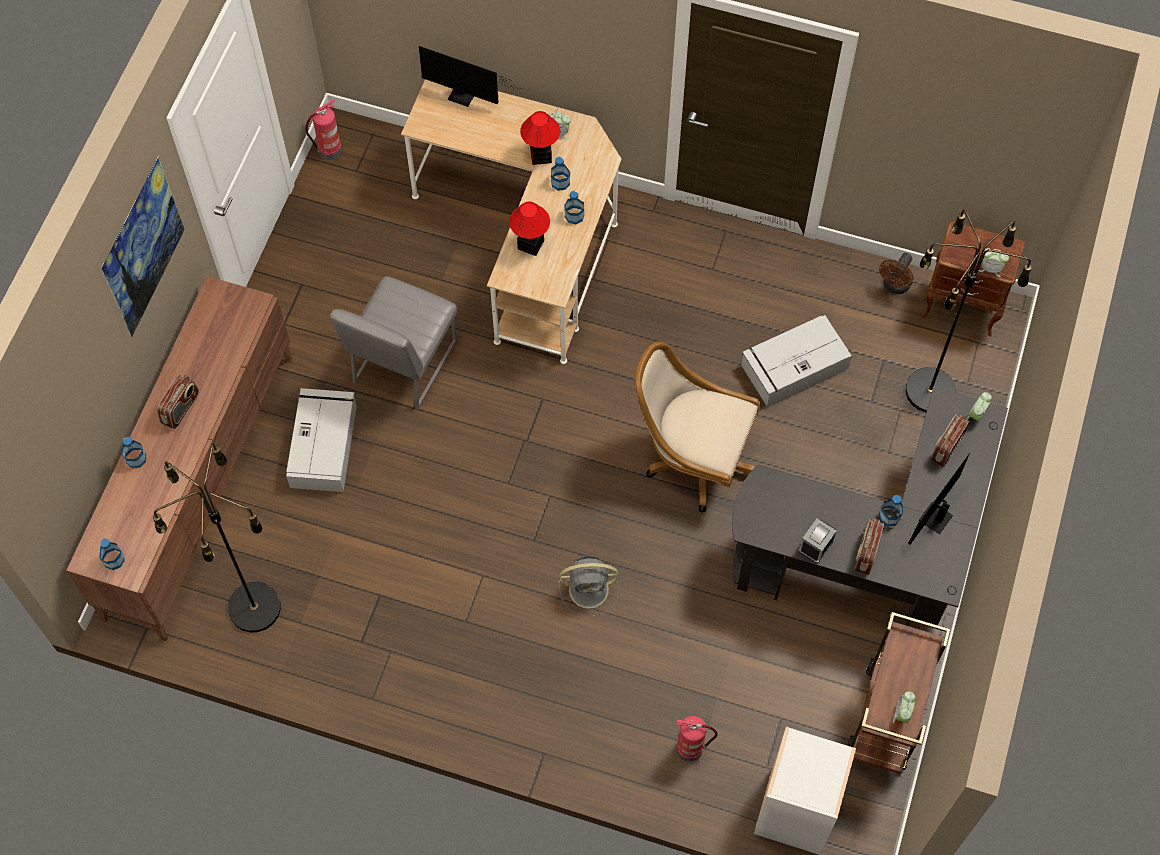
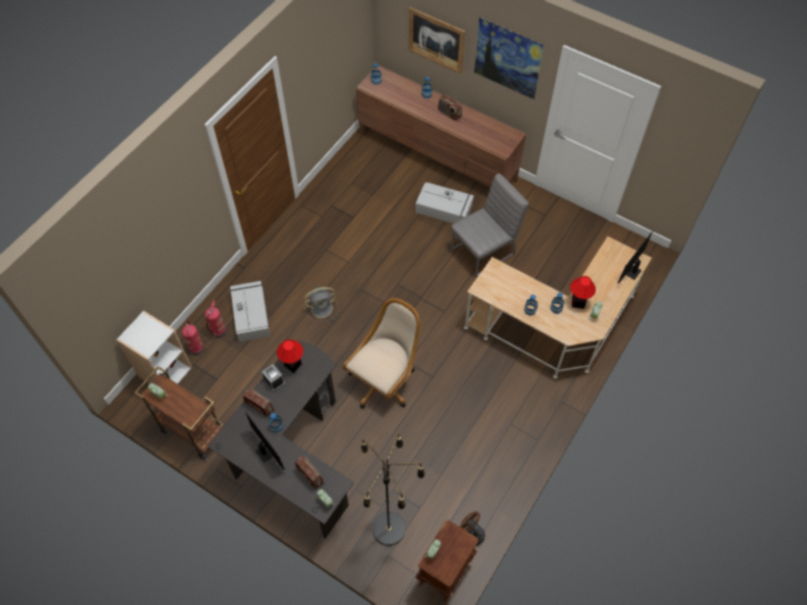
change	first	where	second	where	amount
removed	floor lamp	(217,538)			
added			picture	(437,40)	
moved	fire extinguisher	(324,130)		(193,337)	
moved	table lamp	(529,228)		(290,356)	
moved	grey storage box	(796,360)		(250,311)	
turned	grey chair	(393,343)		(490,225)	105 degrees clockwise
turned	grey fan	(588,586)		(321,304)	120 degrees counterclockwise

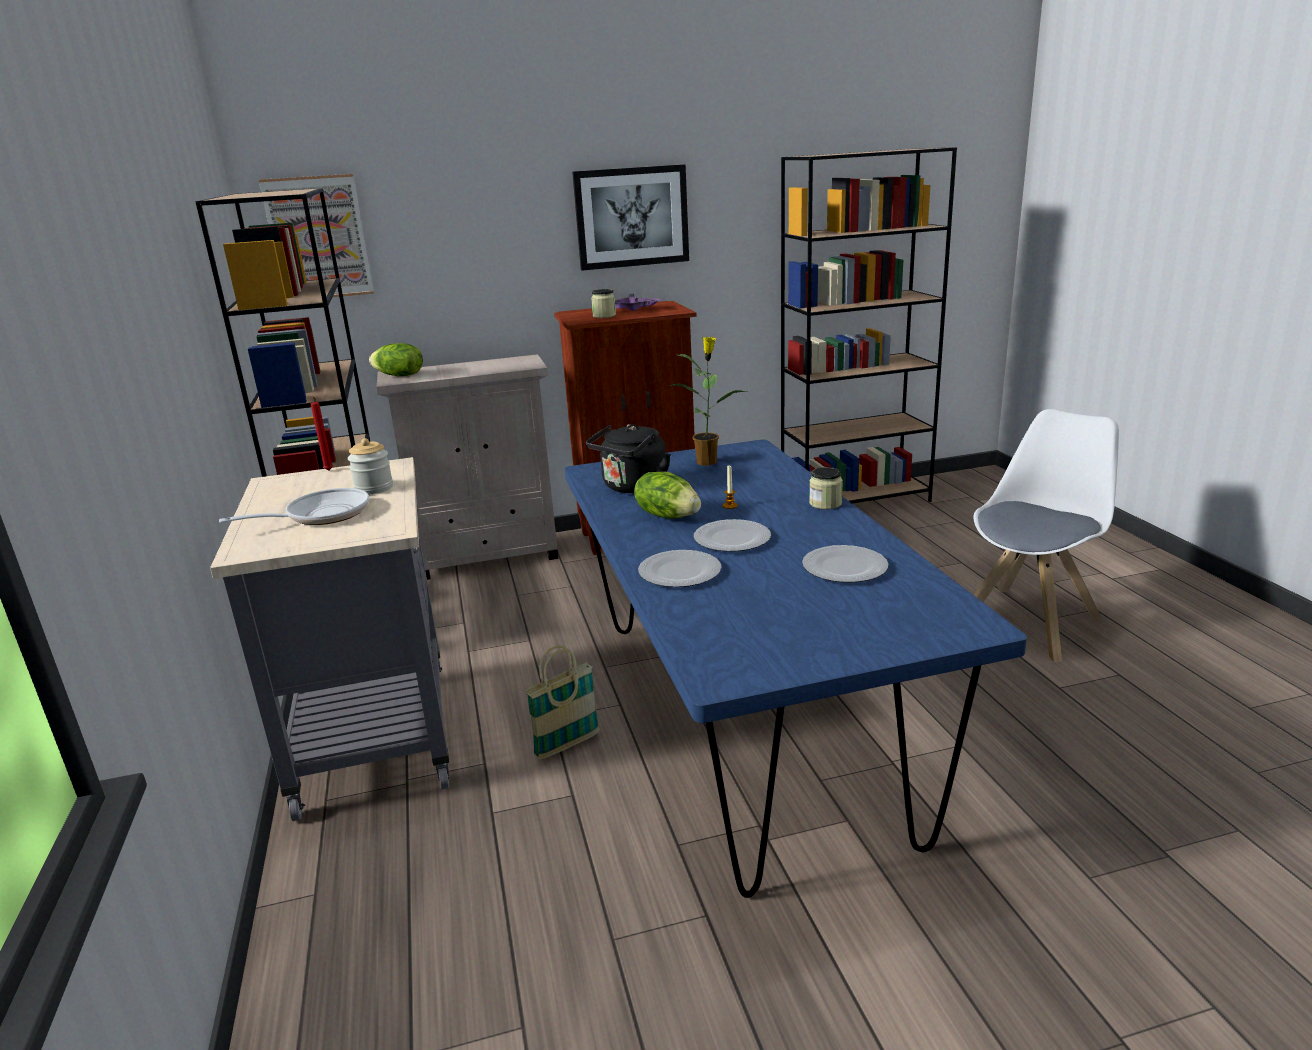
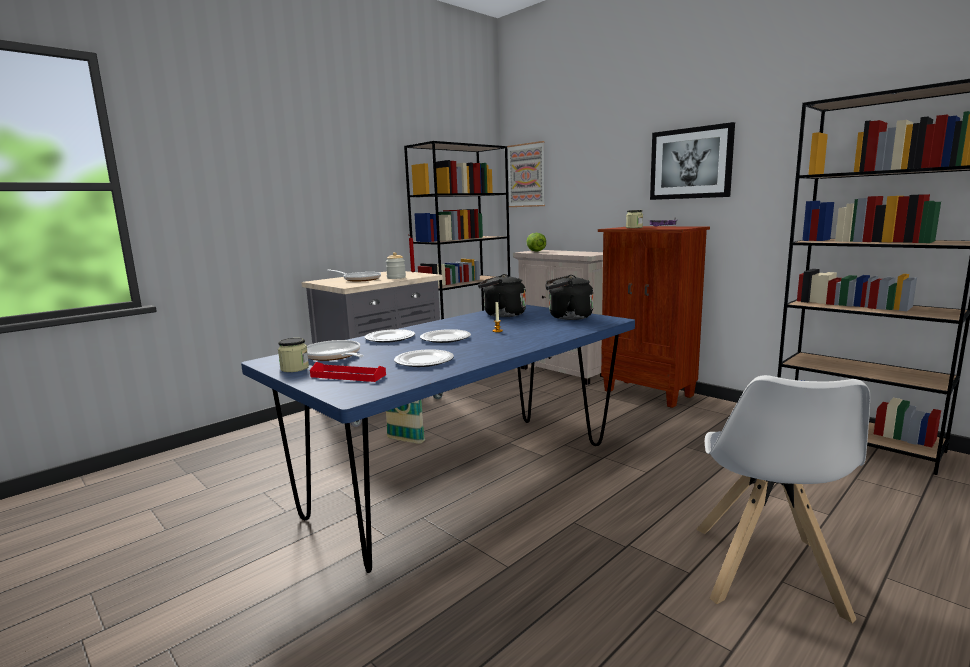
change	first	where	second	where	amount
removed	lettuce	(667,495)			
added			frying pan	(335,350)	
added			red tray	(348,372)	
moved	jar	(826,488)		(293,355)	
replaced	potted plant	(708,401)	black kettle	(569,297)	
turned	chair	(1046,535)		(783,499)	90 degrees clockwise

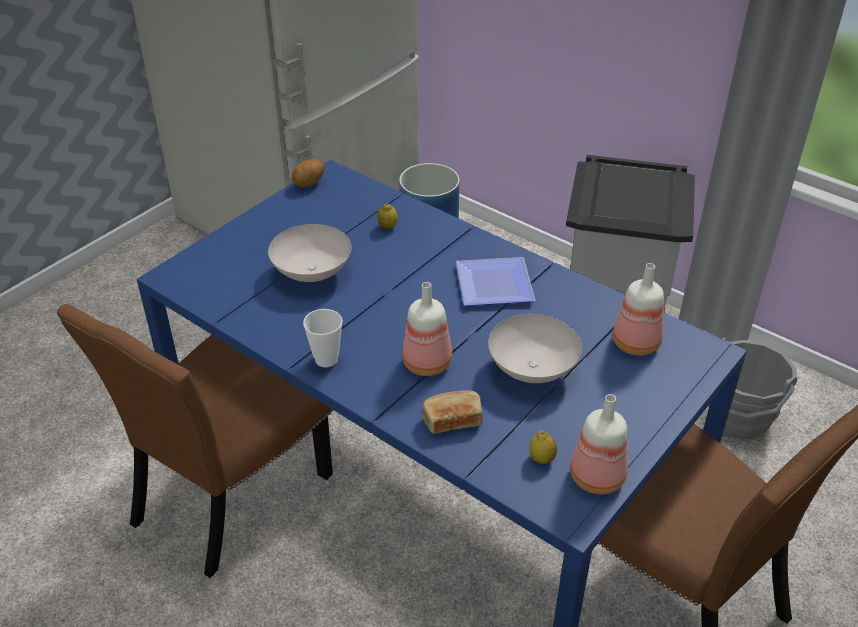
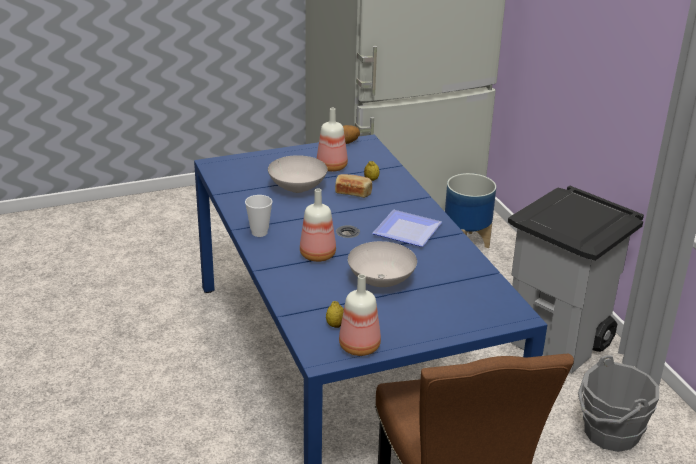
change	first	where	second	where	amount
removed	brown chair	(195,441)			
moved	bread	(453,412)		(353,186)	
moved	bottle	(638,309)		(332,140)	

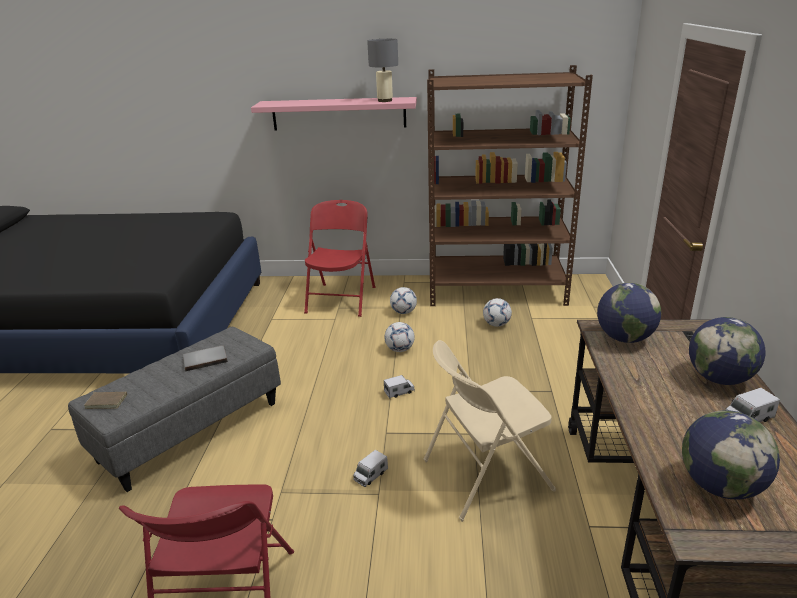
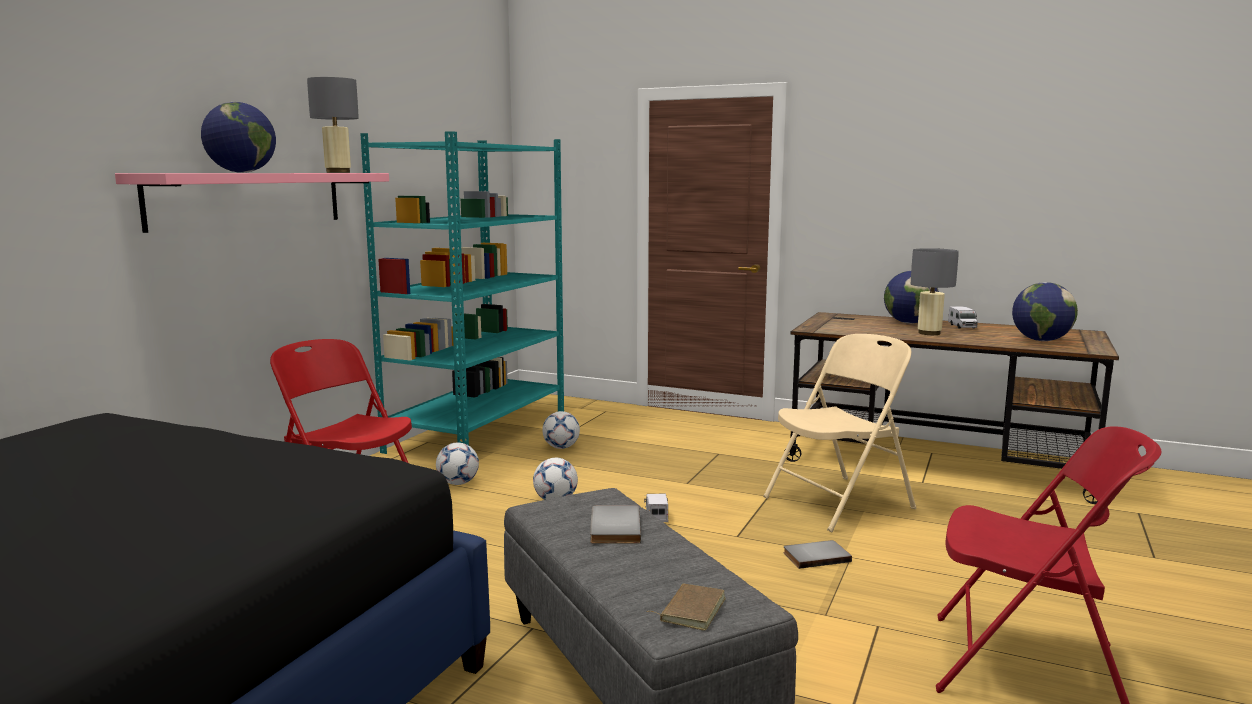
change	first	where	second	where	amount
added			grey table lamp	(935,291)	
moved	globe	(629,313)		(238,137)	
replaced	toy truck	(370,468)	grey book	(817,554)	
recoloured	brown bookcase	(510,185)	turquoise bookcase	(462,292)	
turned	beige chair	(490,431)		(839,433)	120 degrees counterclockwise

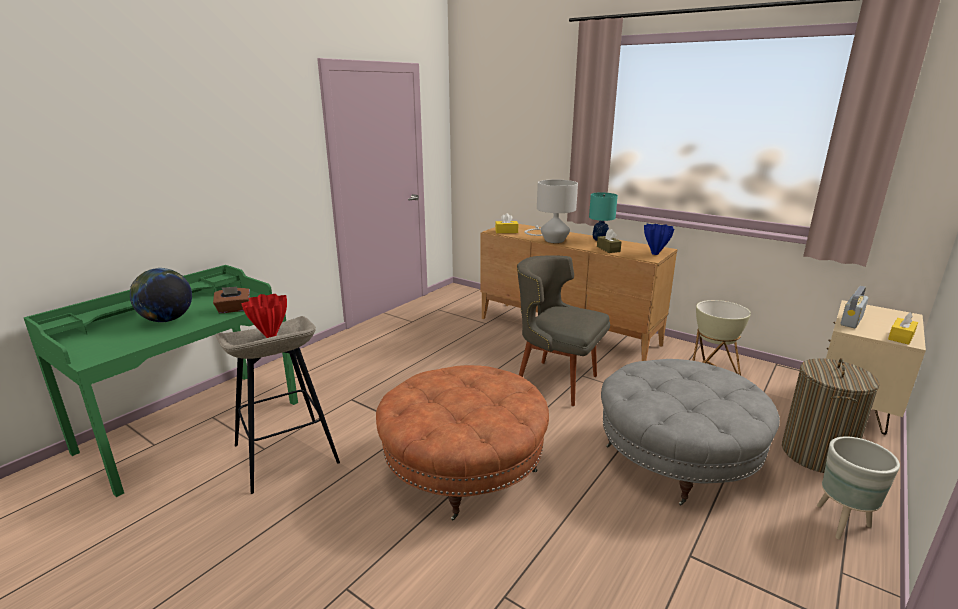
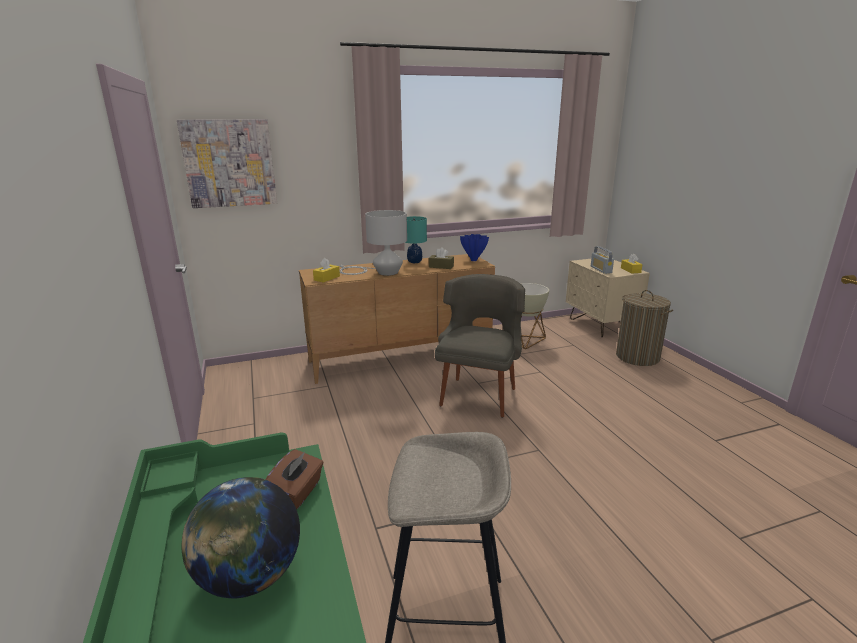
change	first	where	second	where	amount
removed	red vase	(264,316)			
removed	brown ottoman	(462,443)			
removed	grey ottoman	(690,432)			
removed	grey planter	(858,488)			
added			picture	(227,163)	
turned	grey chair	(563,330)		(480,346)	135 degrees clockwise

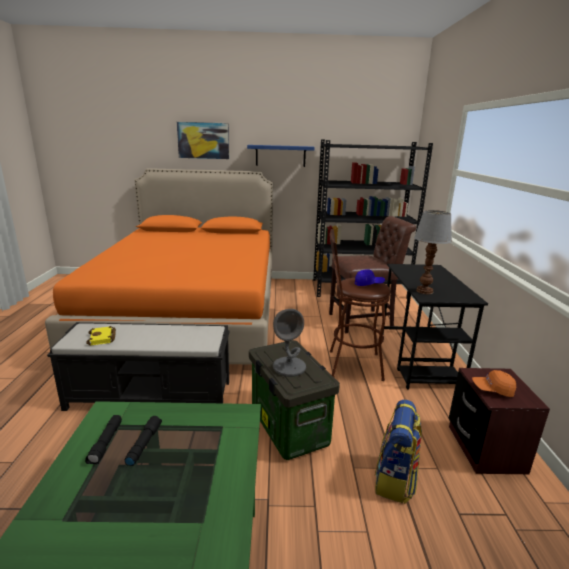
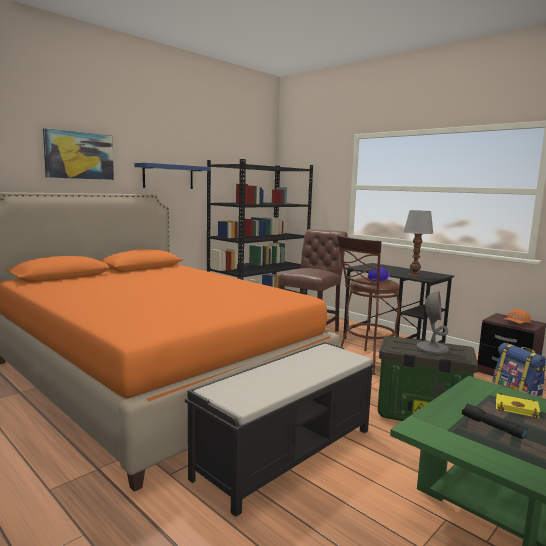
change	first	where	second	where	amount
removed	black flashlight	(103,439)			
moved	yellow book	(101,336)		(518,406)	

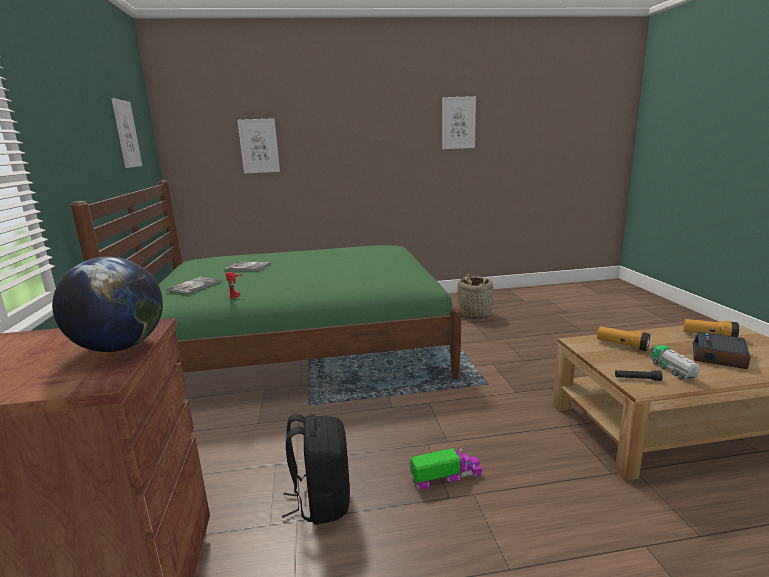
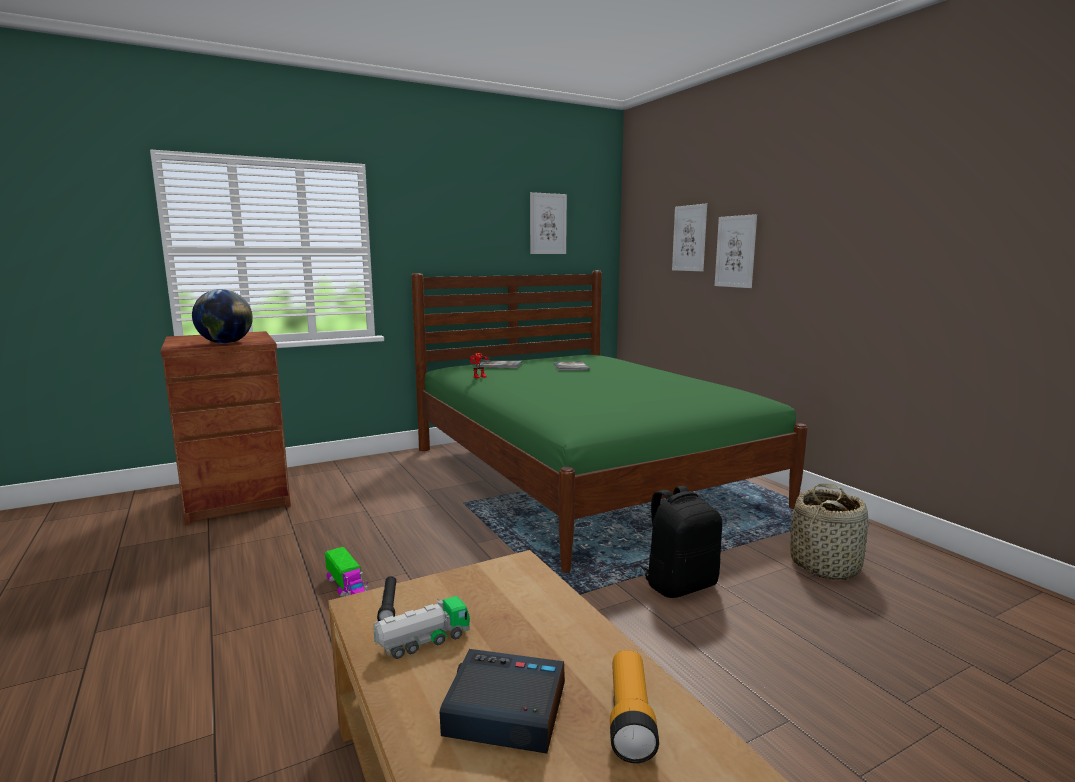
change	first	where	second	where	amount
removed	flashlight	(623,338)			
moved	black backpack	(316,469)		(682,542)	
moved	picture	(459,122)		(736,251)	

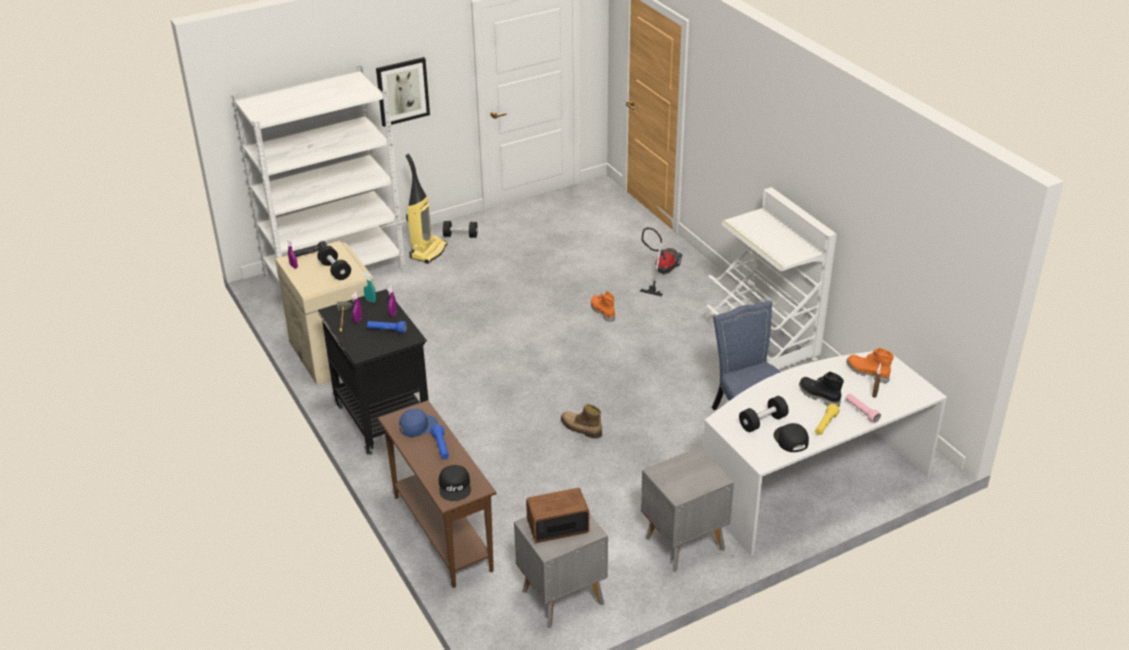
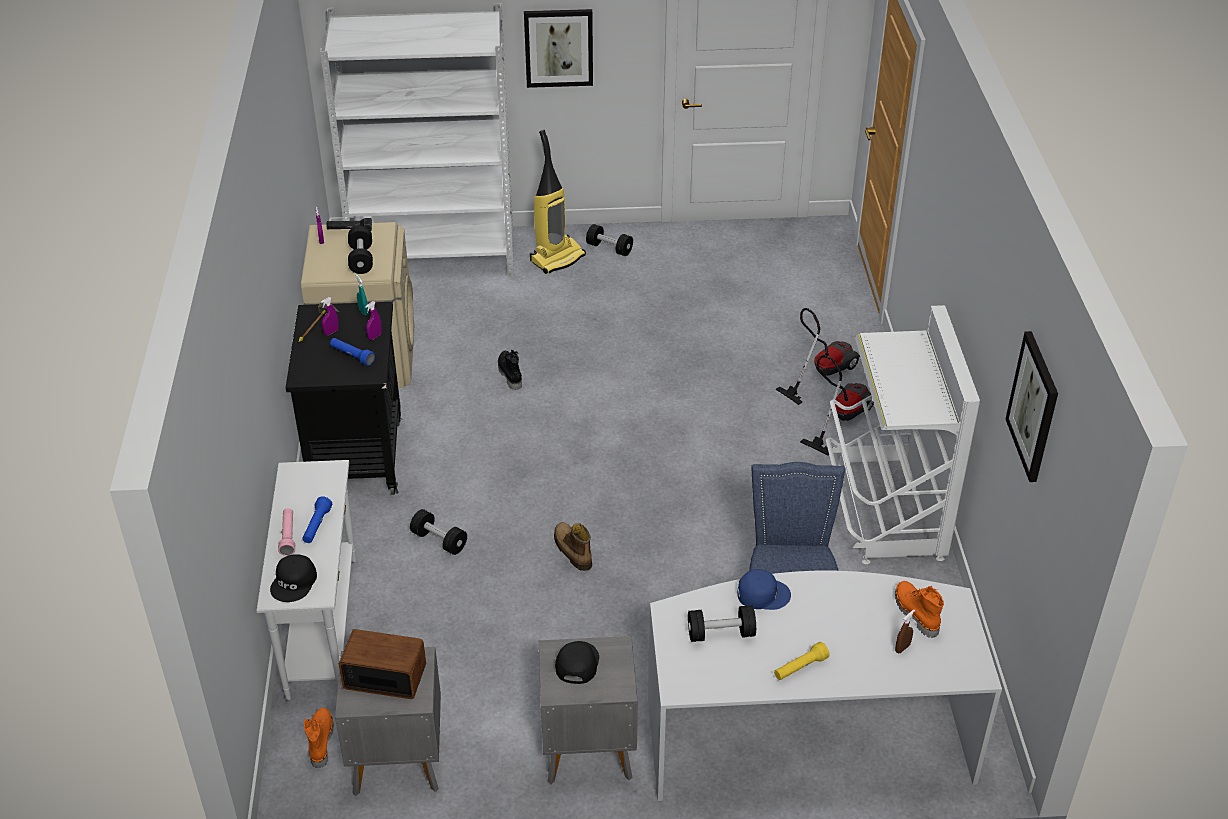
change	first	where	second	where	amount
added			black dumbbell	(438,532)	
added			vacuum cleaner	(837,405)	
added			picture	(1032,406)	
moved	blue cap	(418,423)		(764,589)	
moved	orange boot	(603,306)		(319,738)	
moved	black cap	(791,437)		(577,662)	
moved	black boot	(821,389)		(510,370)	
moved	pink flashlight	(863,408)		(286,532)	
recoloured	brown console table	(437,494)	white console table	(306,580)	

